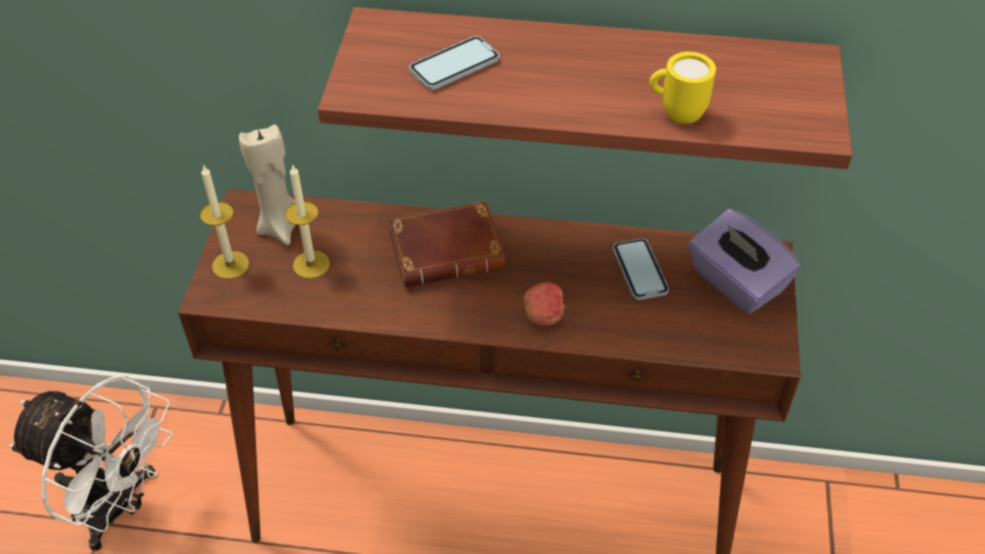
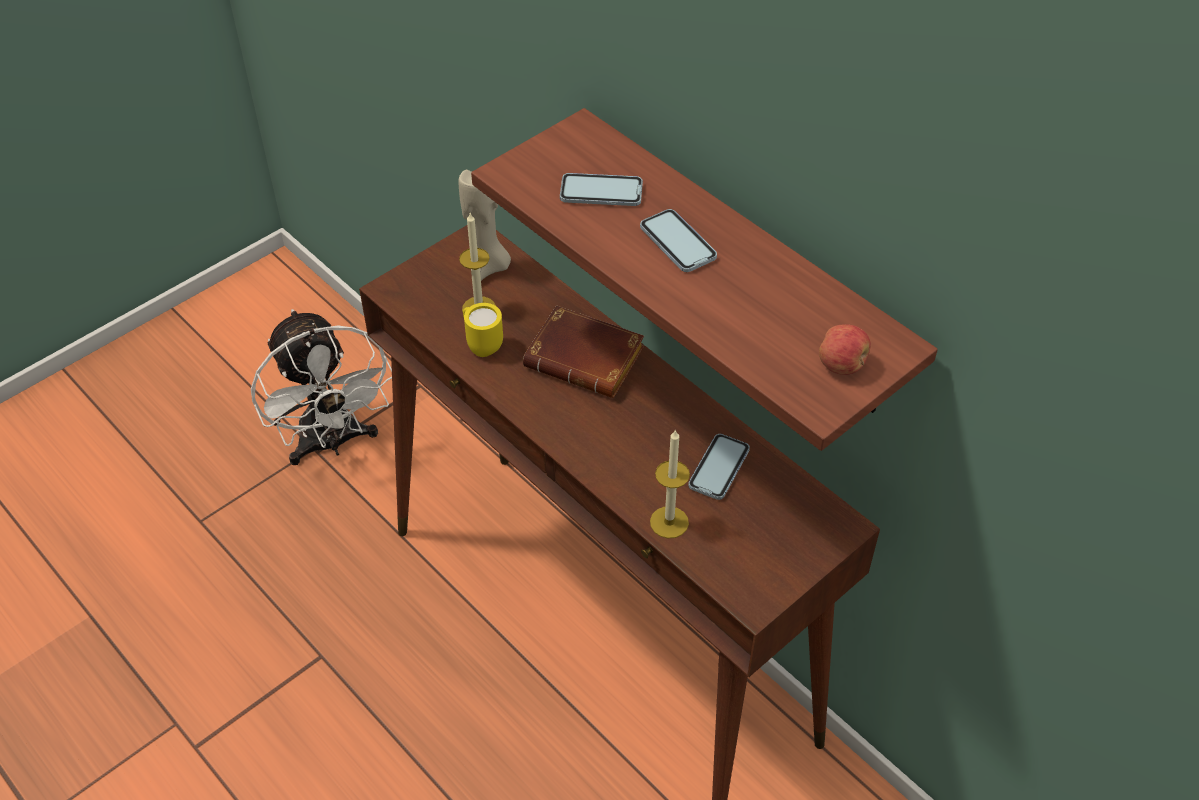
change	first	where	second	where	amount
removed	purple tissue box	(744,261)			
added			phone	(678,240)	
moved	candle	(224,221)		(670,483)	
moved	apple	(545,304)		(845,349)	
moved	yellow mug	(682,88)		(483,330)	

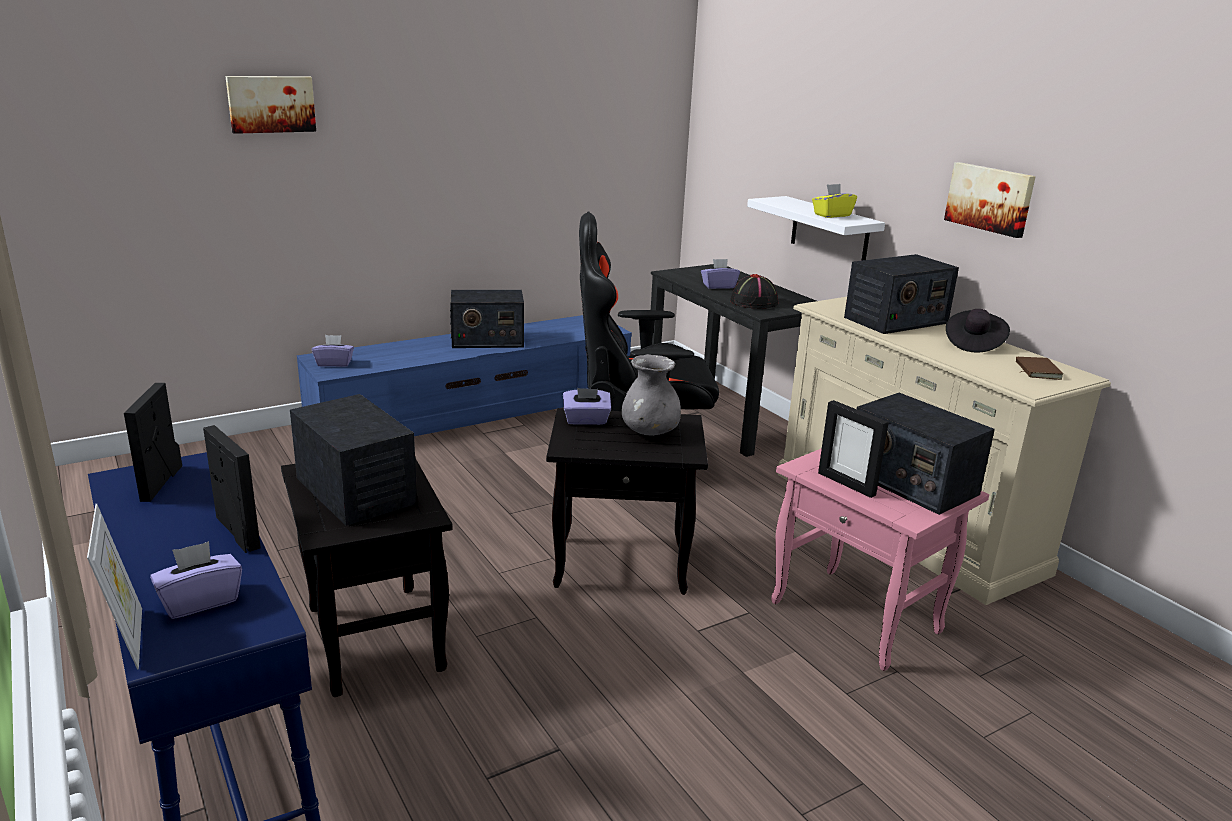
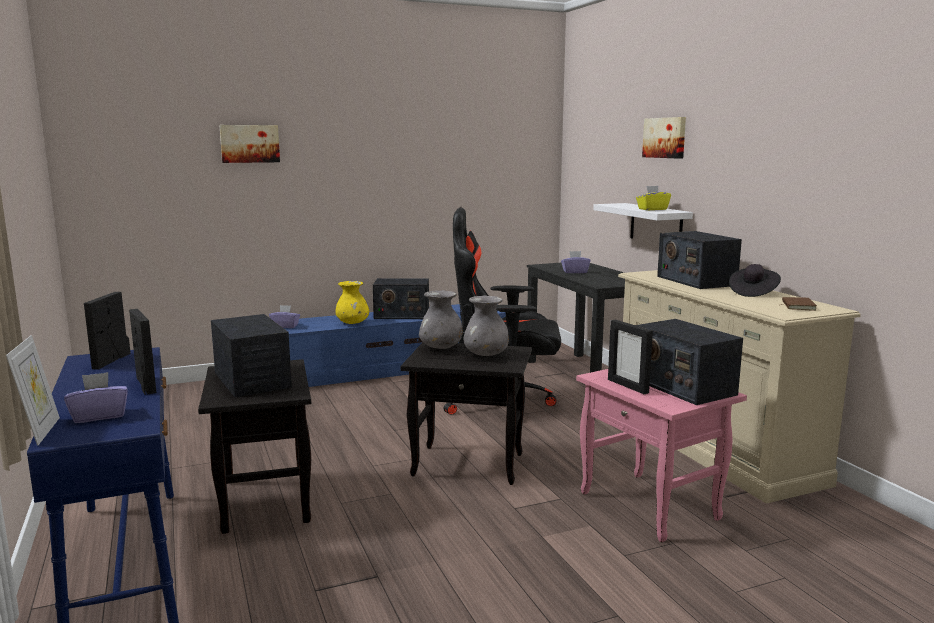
change	first	where	second	where	amount
removed	black hat	(754,291)			
added			yellow vase	(352,302)	
moved	picture	(990,200)		(664,138)	
replaced	purple tissue box	(587,406)	grey vase	(441,319)	
turned	radio	(901,294)		(699,260)	90 degrees clockwise

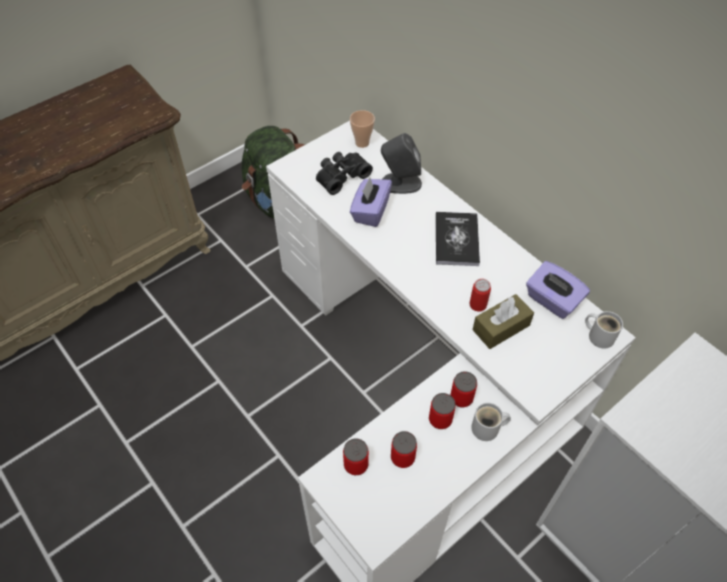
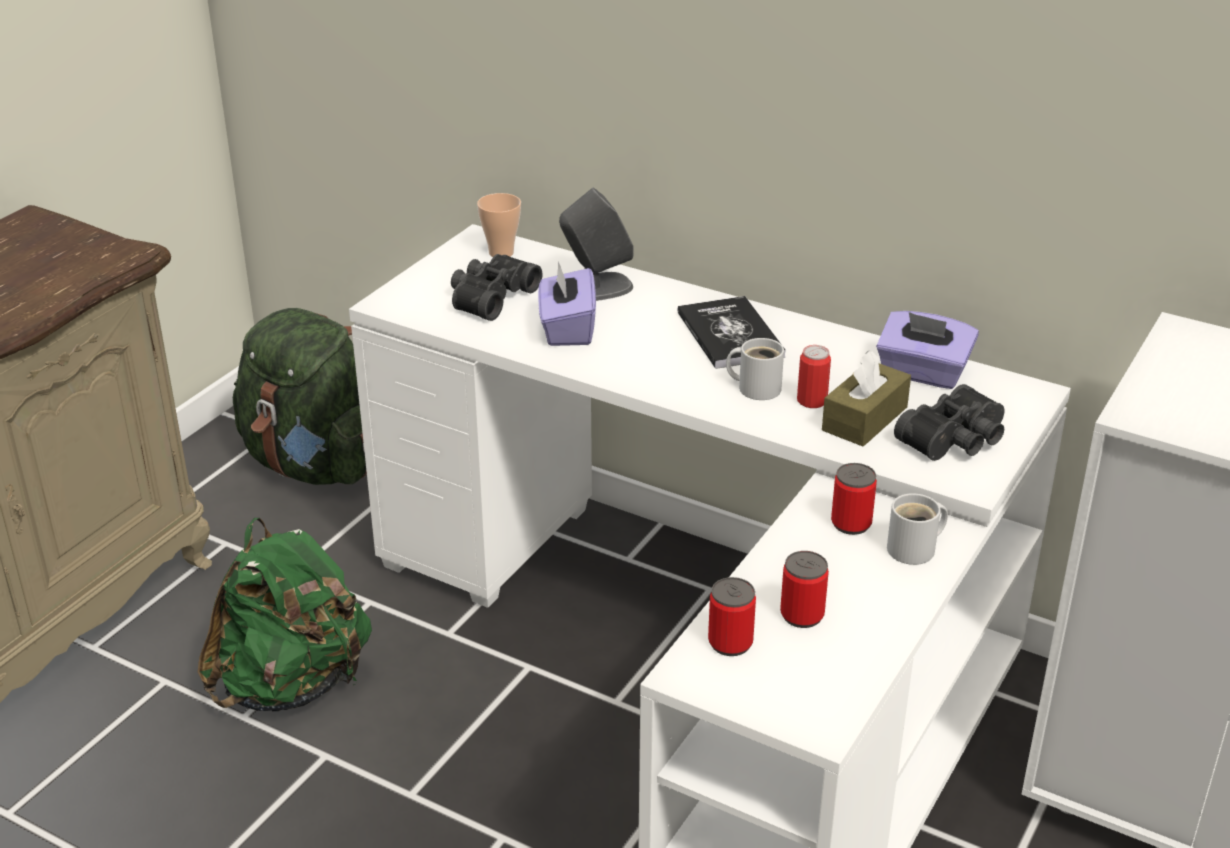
change	first	where	second	where	amount
removed	can	(442,411)			
added			green backpack	(285,615)	
added			black binoculars	(949,422)	
moved	white mug	(604,330)		(755,369)	

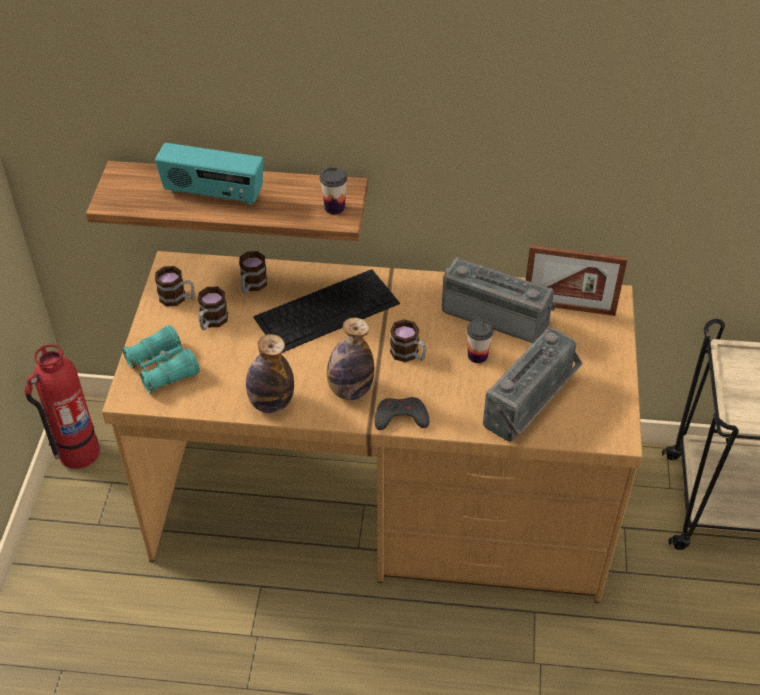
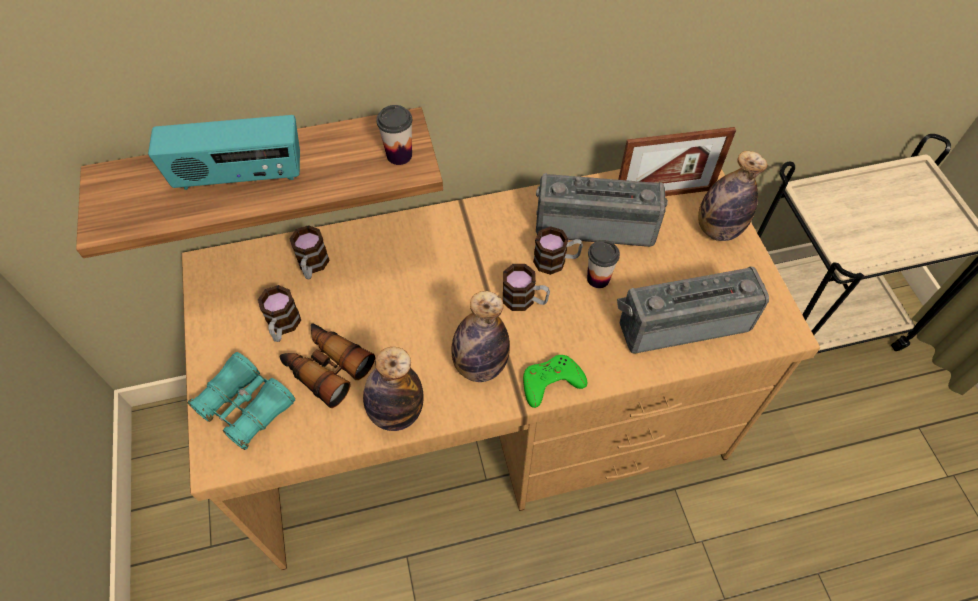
change	first	where	second	where	amount
removed	fire extinguisher	(62,406)			
removed	keyboard	(326,311)			
added			binoculars	(327,365)	
added			bottle	(733,196)	
moved	mug	(175,286)		(558,250)	
recoloured	grey game controller	(402,413)	green game controller	(555,381)	
turned	radio	(533,384)		(693,310)	120 degrees counterclockwise

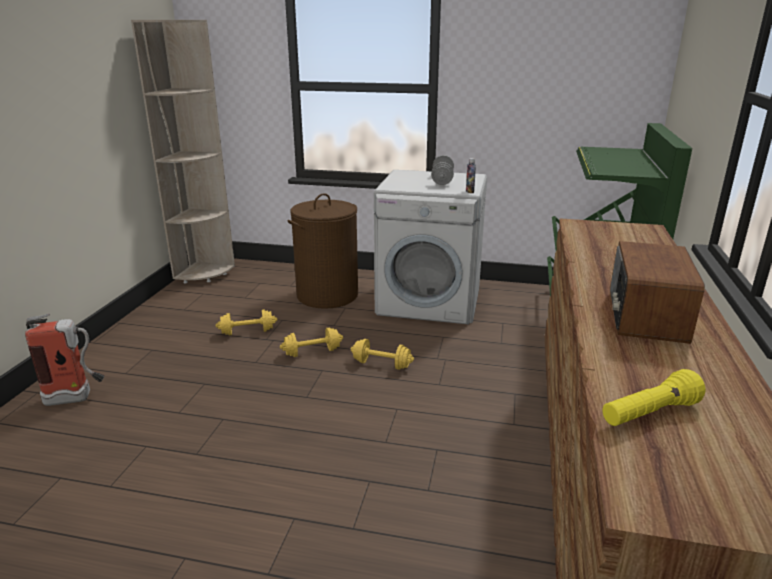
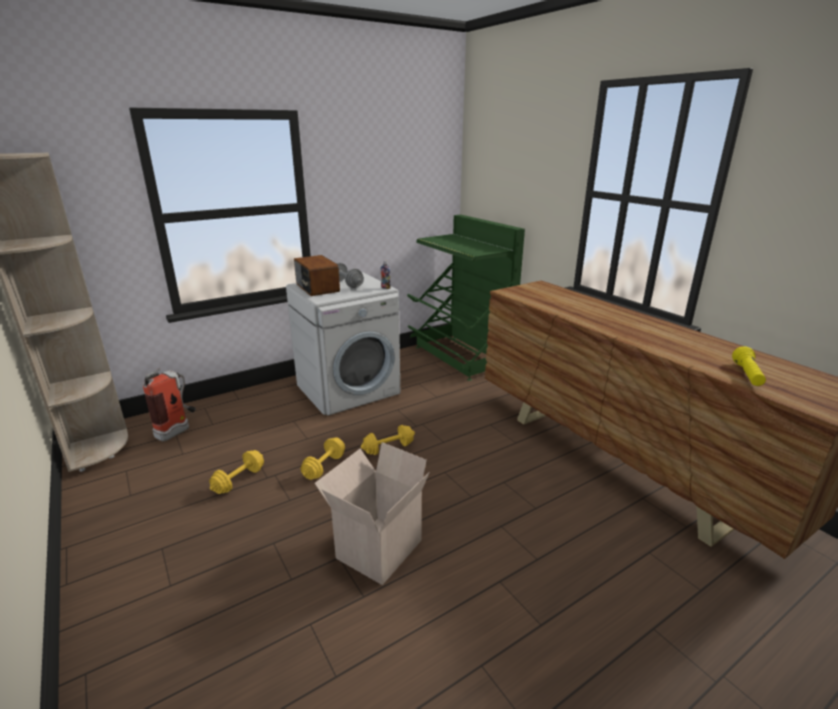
change	first	where	second	where	amount
removed	brown laundry basket	(323,251)			
added			cardboard box	(372,513)	
moved	fire extinguisher	(65,359)		(169,405)	
moved	radio	(657,292)		(317,275)	

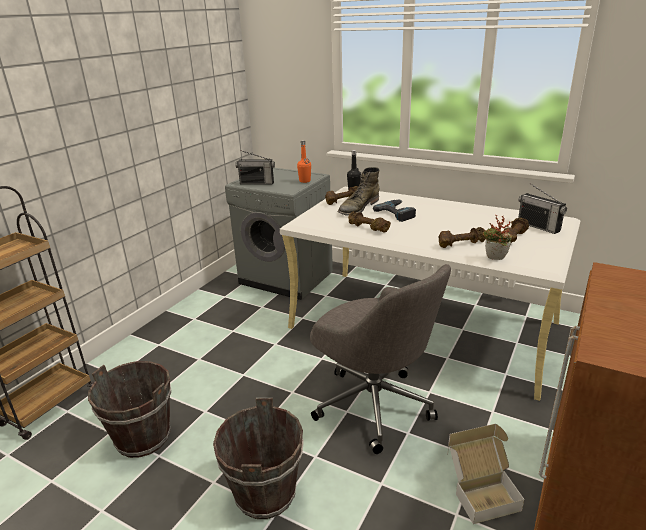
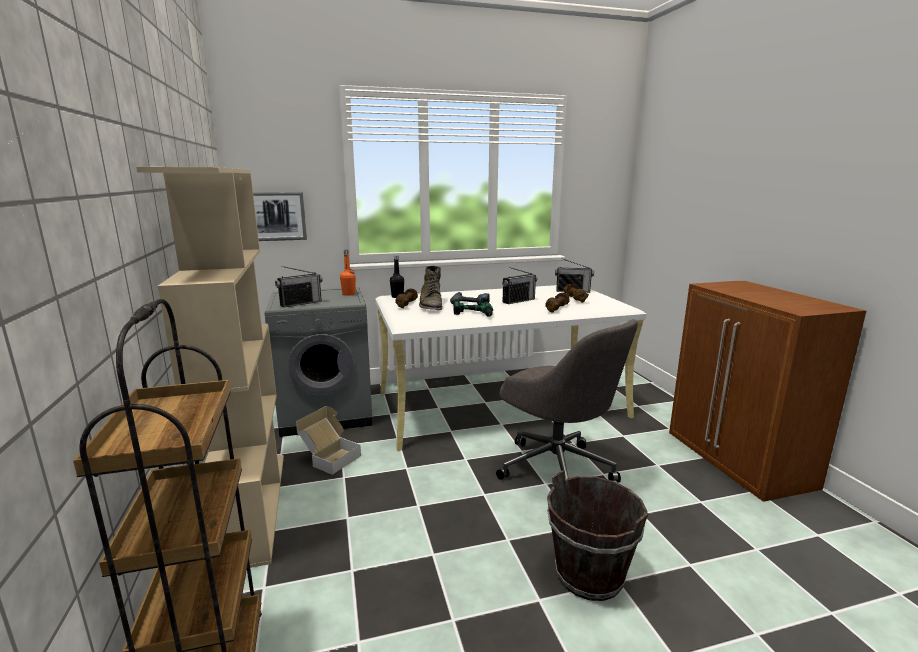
change	first	where	second	where	amount
removed	brown bucket	(129,409)			
removed	potted plant	(498,237)			
added			beige bookcase	(210,367)	
added			picture	(280,216)	
added			radio	(519,285)	
moved	cardboard box	(486,474)		(328,440)	
replaced	brown dumbbell	(369,222)	power drill	(473,309)	
turned	grey office chair	(380,359)		(567,400)	45 degrees clockwise

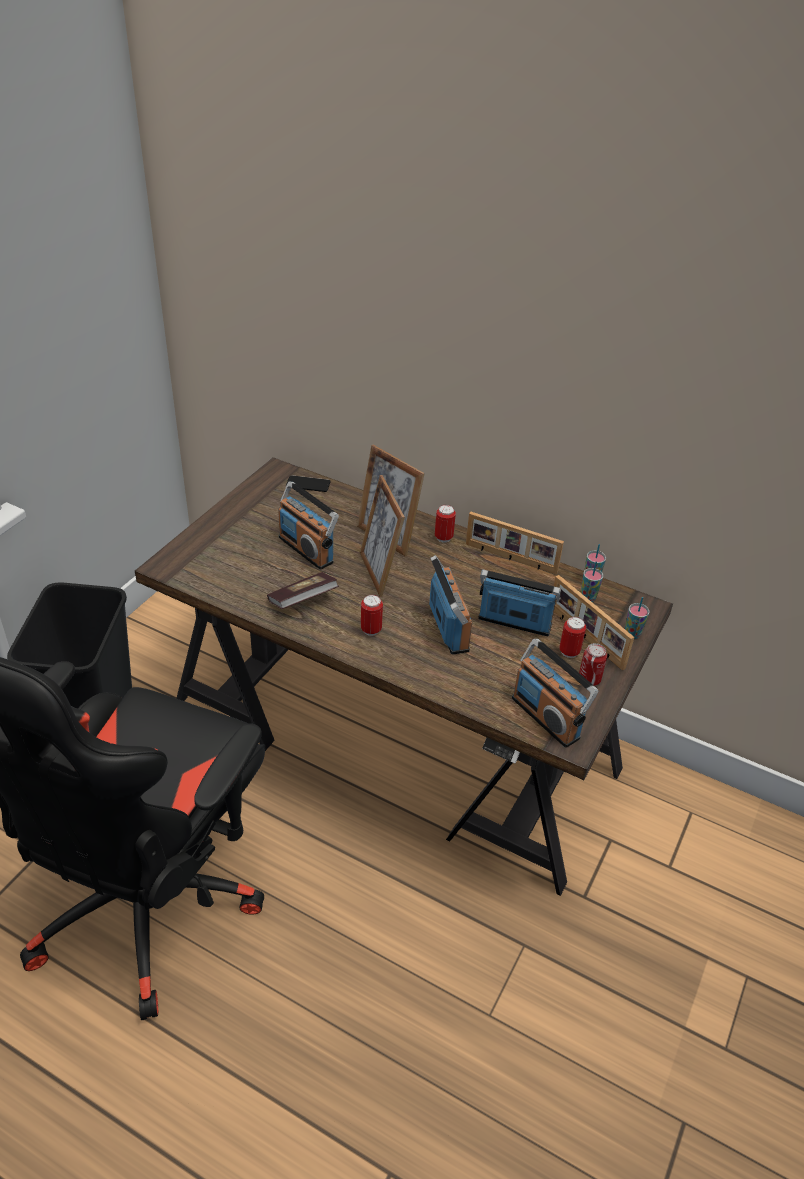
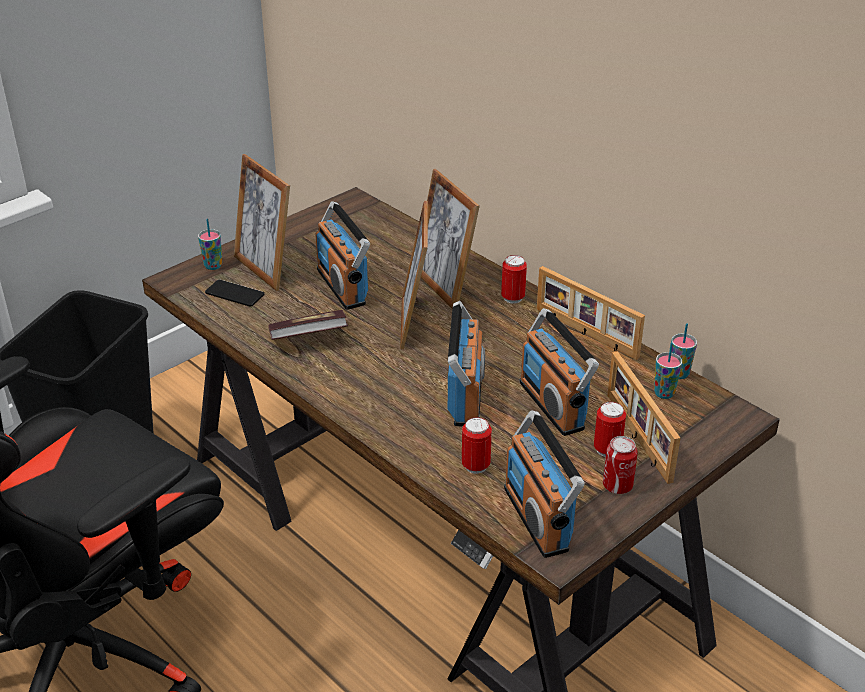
change	first	where	second	where	amount
added			picture frame	(262,222)	
moved	phone	(308,483)		(235,293)	
moved	can	(372,615)		(477,445)	
moved	cup	(637,618)		(210,244)	
turned	radio	(519,603)		(559,372)	150 degrees counterclockwise

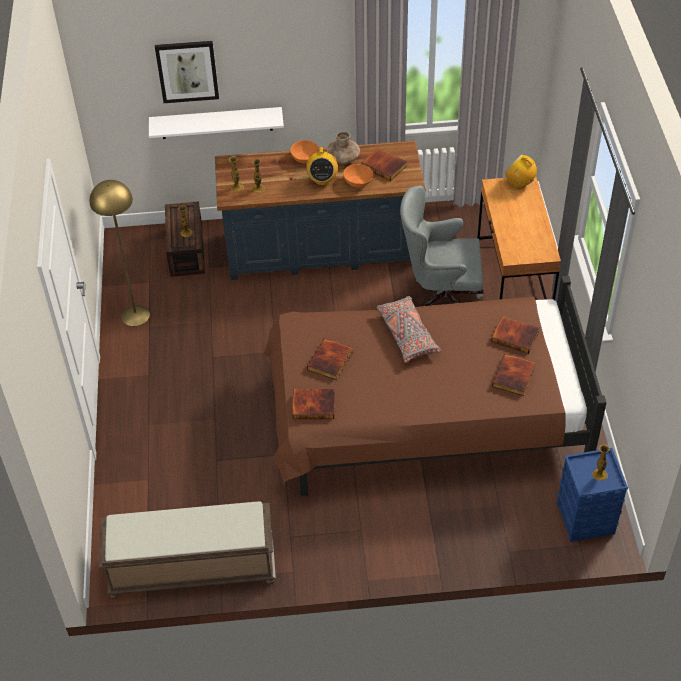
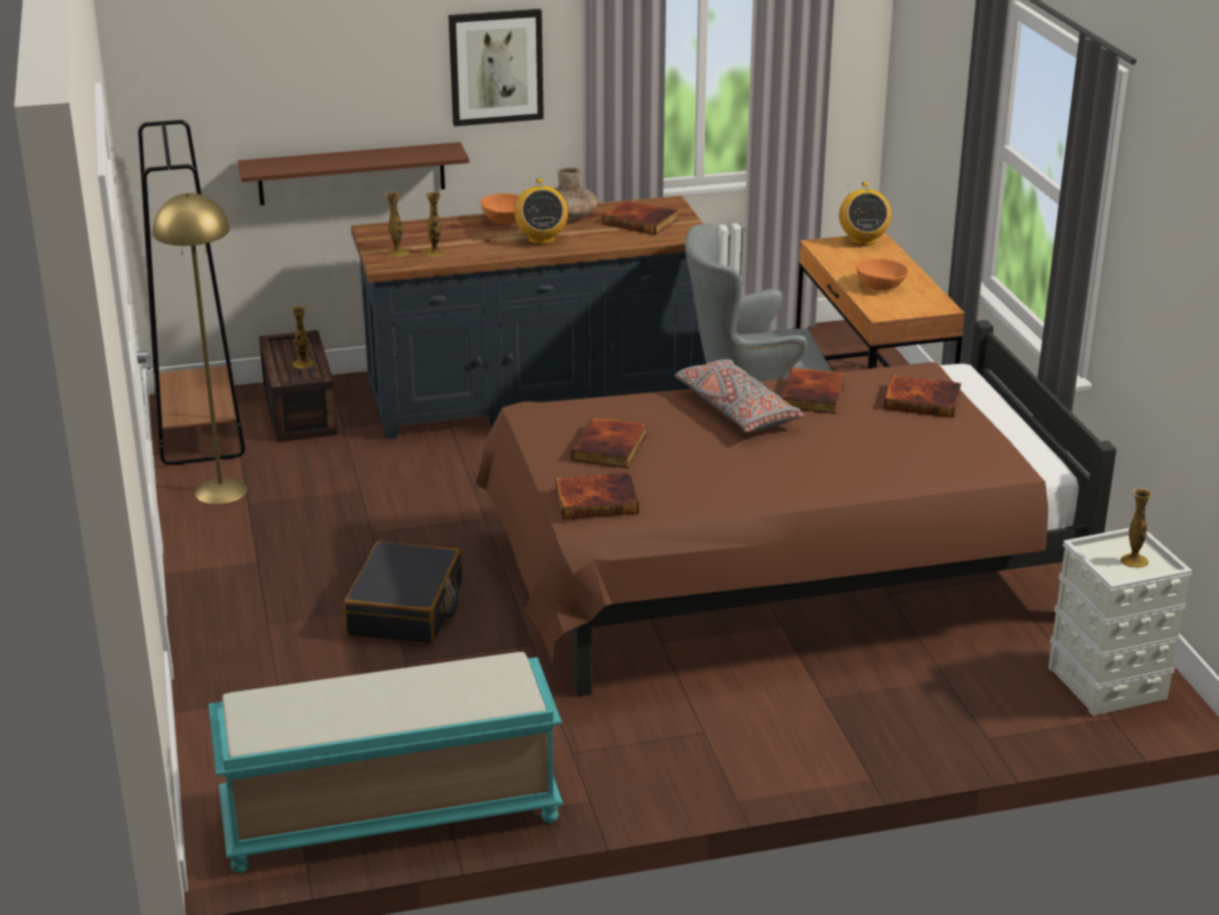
change	first	where	second	where	amount
added			clothes rack	(191,292)	
added			black suitcase	(403,592)	
moved	picture	(187,72)		(496,67)	
moved	orange bowl	(358,176)		(882,274)	
moved	book	(514,375)		(813,390)	
recoloured	brown bench	(187,550)	turquoise bench	(386,762)	
recoloured	white shelf	(216,123)	brown shelf	(353,173)	
recoloured	blue storage box	(592,495)	grey storage box	(1120,622)	
turned	radio	(523,172)		(865,214)	120 degrees counterclockwise

